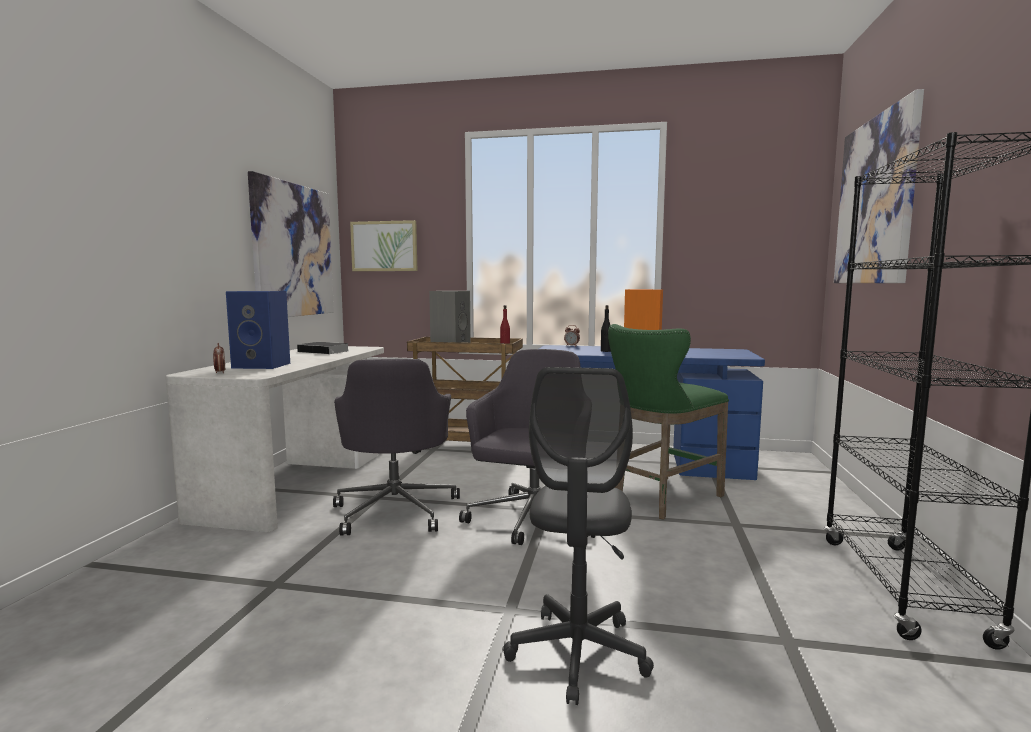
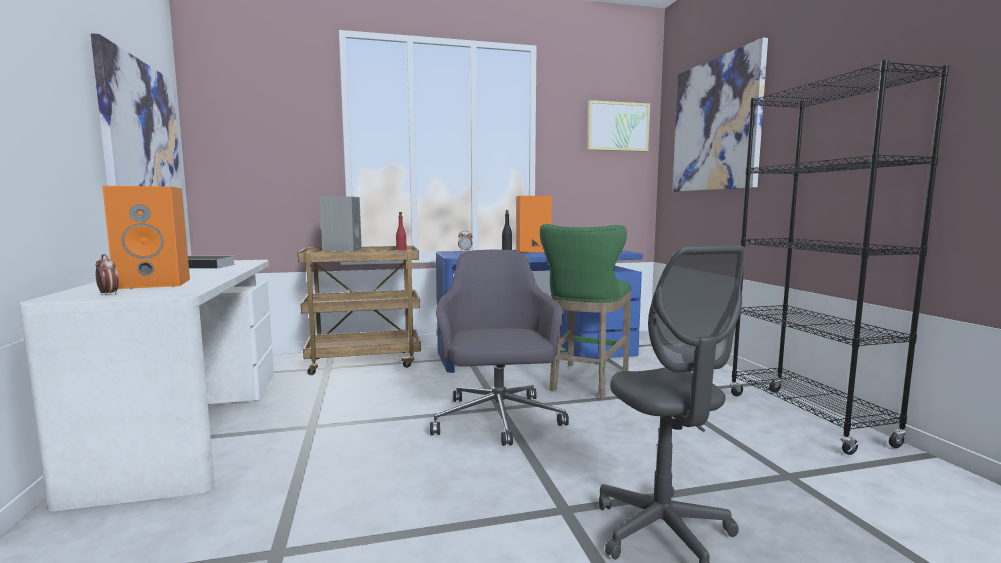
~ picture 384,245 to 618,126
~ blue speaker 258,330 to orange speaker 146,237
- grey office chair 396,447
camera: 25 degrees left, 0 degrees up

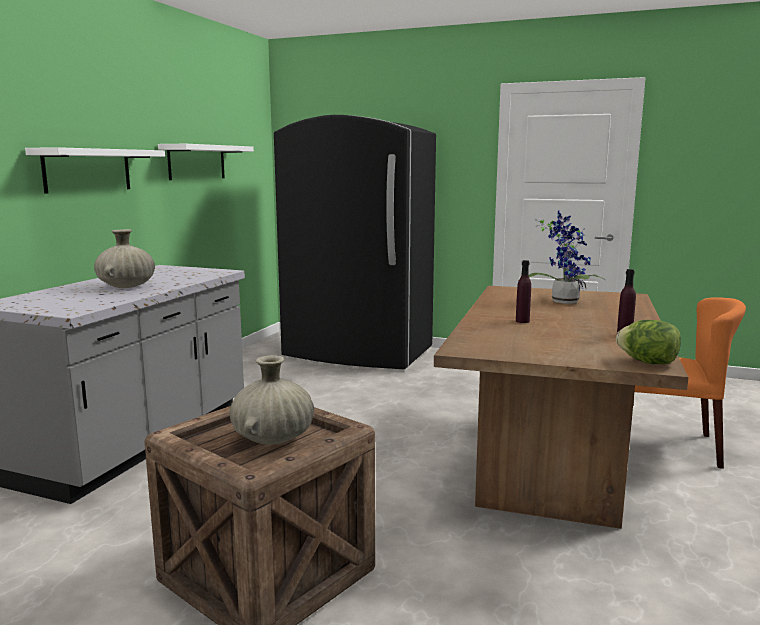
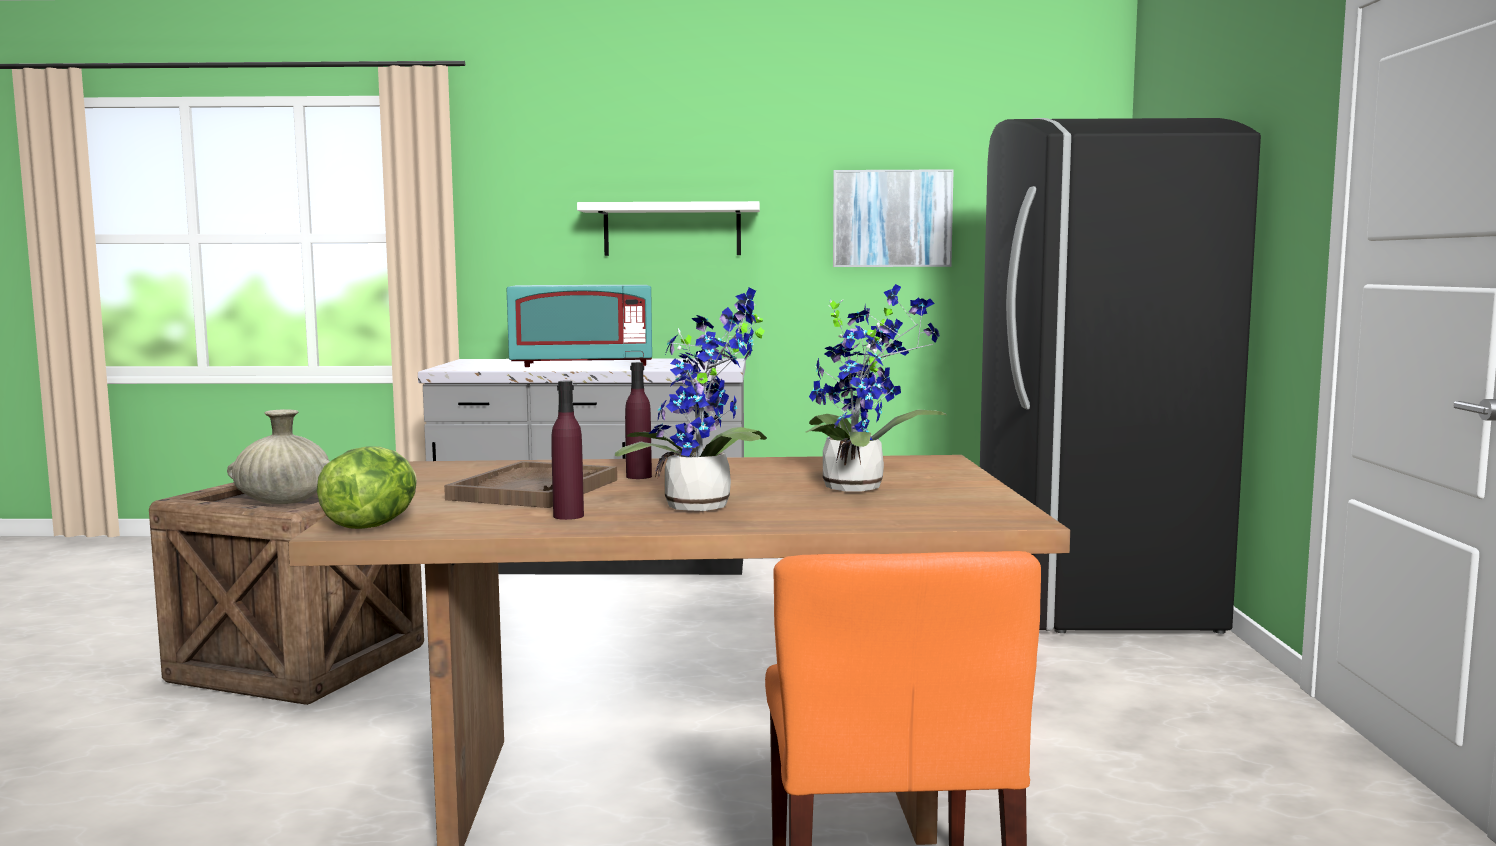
~ white shelf 206,162 to picture 893,218
~ beige vase 124,258 to turquoise microwave 579,326
+ potted plant 691,399
+ brown tray 530,484
camera: 70 degrees right, 5 degrees down

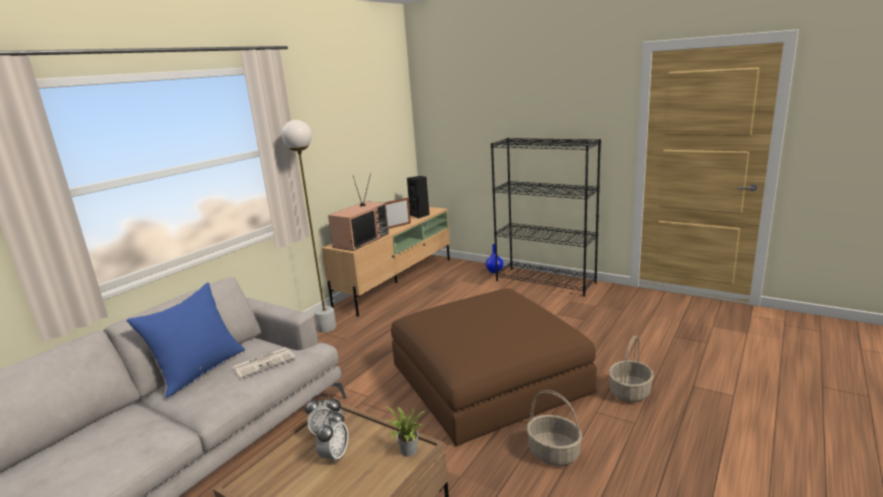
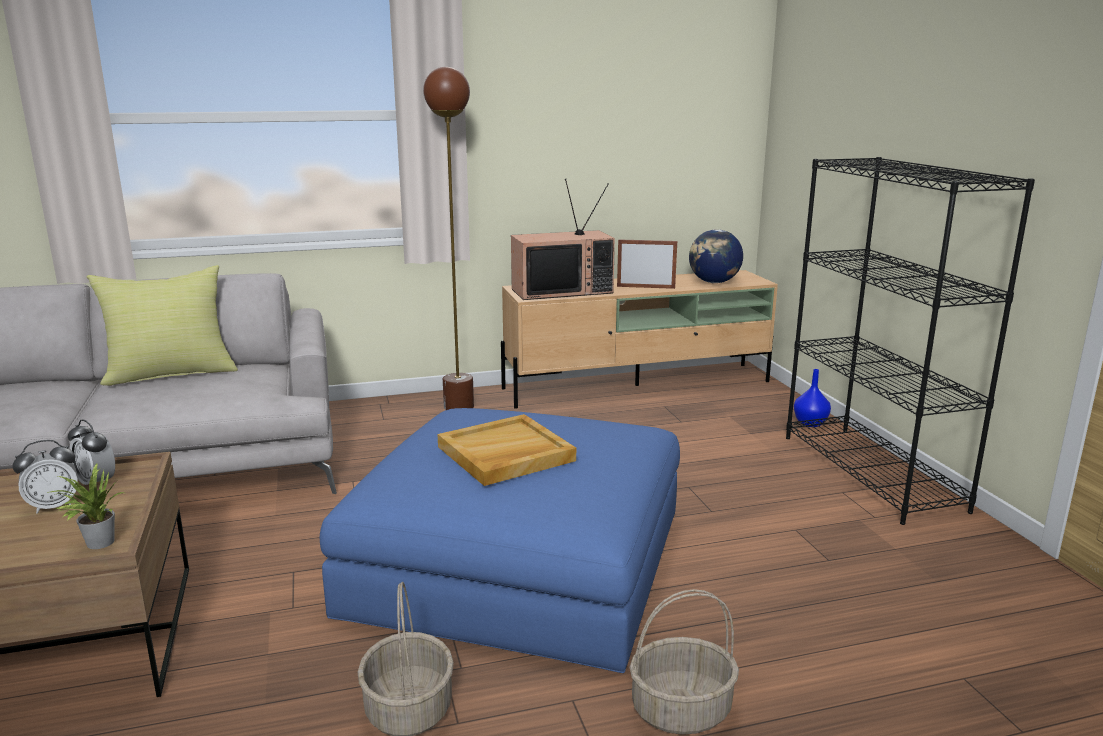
~ white floor lamp 308,226 to brown floor lamp 448,238
~ black speaker 418,197 to globe 716,256
~ blue pillow 185,340 to yellow pillow 162,325
~ brown ottoman 494,367 to blue ottoman 500,540
- newspaper 263,362
+ beige tray 506,450
camera: 40 degrees right, 0 degrees up

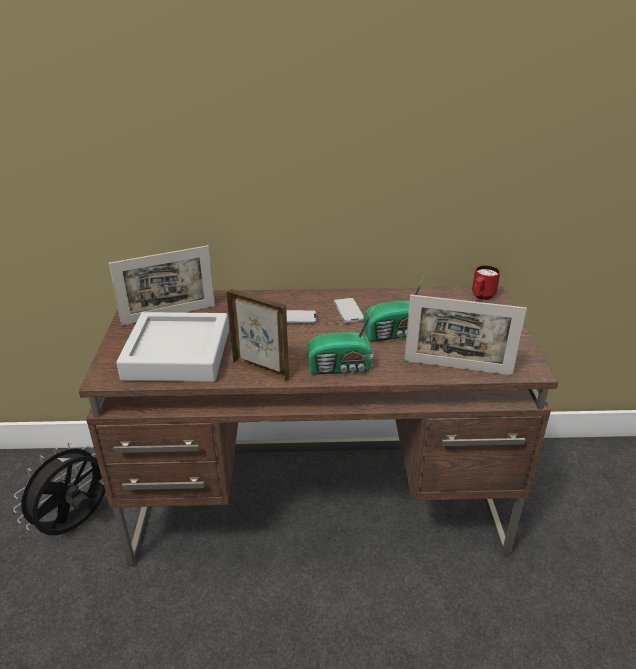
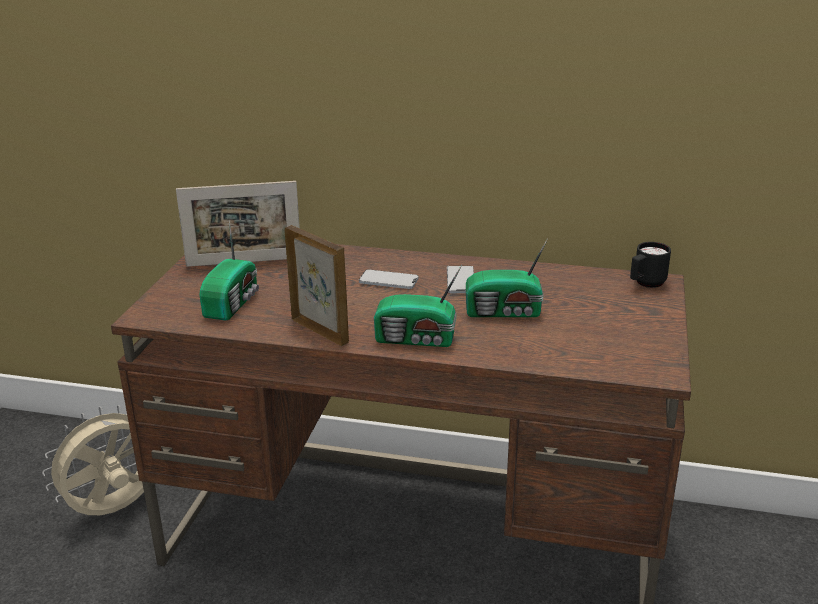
~ red mug 486,282 to black mug 650,265
- picture frame 465,335
~ grey tray 172,347 to radio 229,270
~ black fan 59,488 to beige fan 93,460
camera: 15 degrees right, 5 degrees down

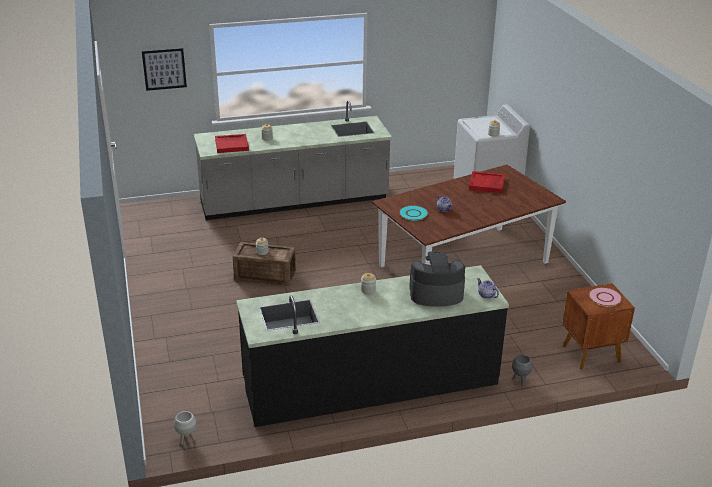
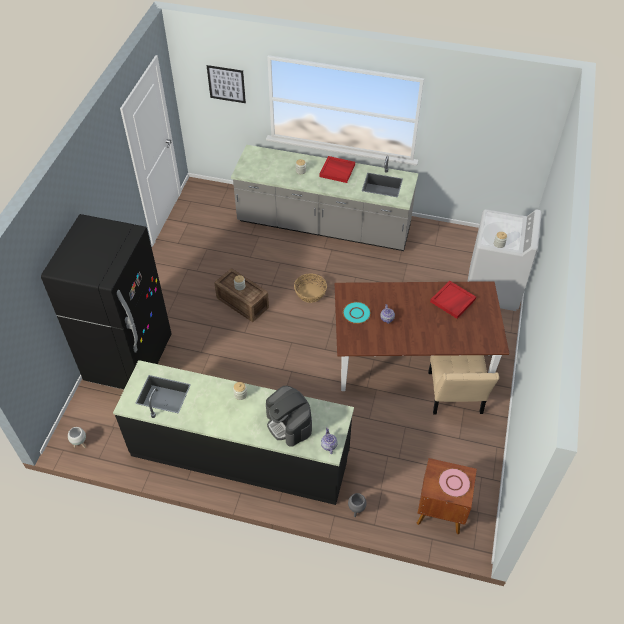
~ red tray 232,143 to 337,169
~ coffee machine 437,279 = 289,416 150 degrees counterclockwise
+ black fridge 106,302
+ basket 310,288
+ beige chair 463,384
camera: 30 degrees right, 20 degrees up

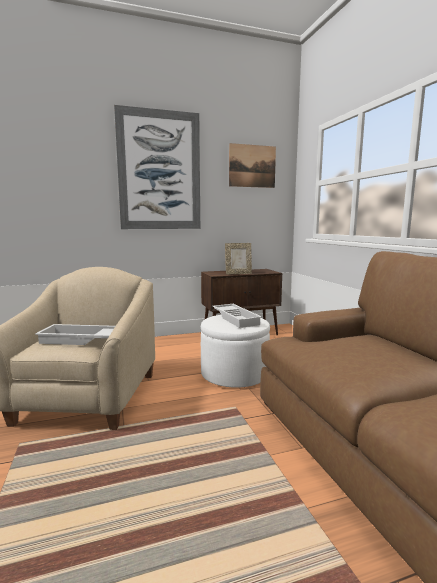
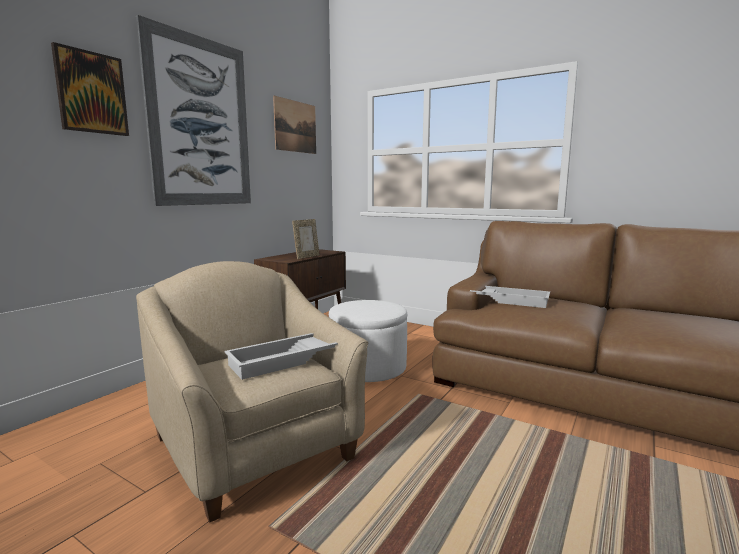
~ white tray 237,316 to 510,297
+ picture 90,89
camera: 40 degrees left, 0 degrees up

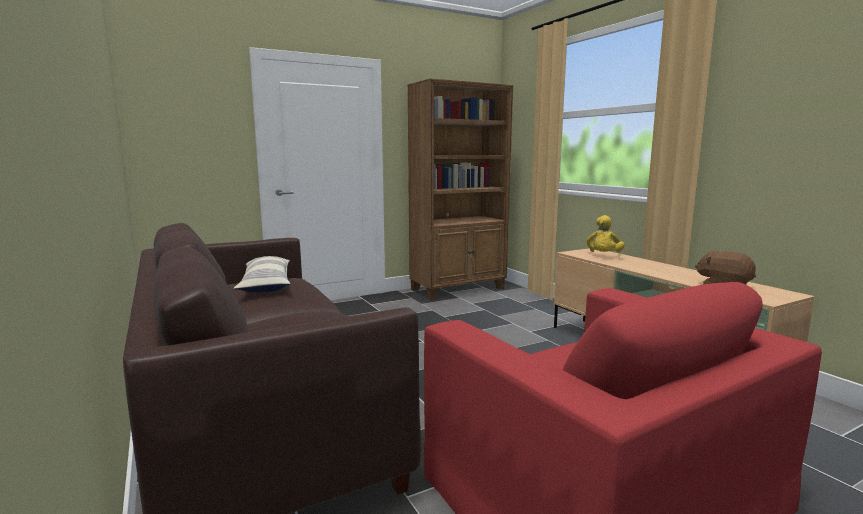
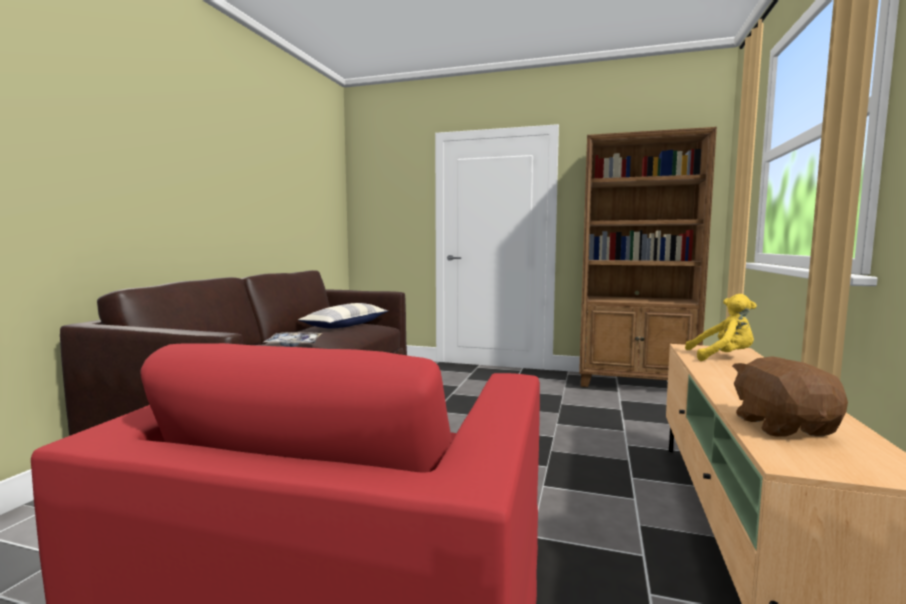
~ yellow plush toy 606,234 = 721,327 150 degrees counterclockwise
+ tray 293,339
camera: 45 degrees right, 5 degrees down

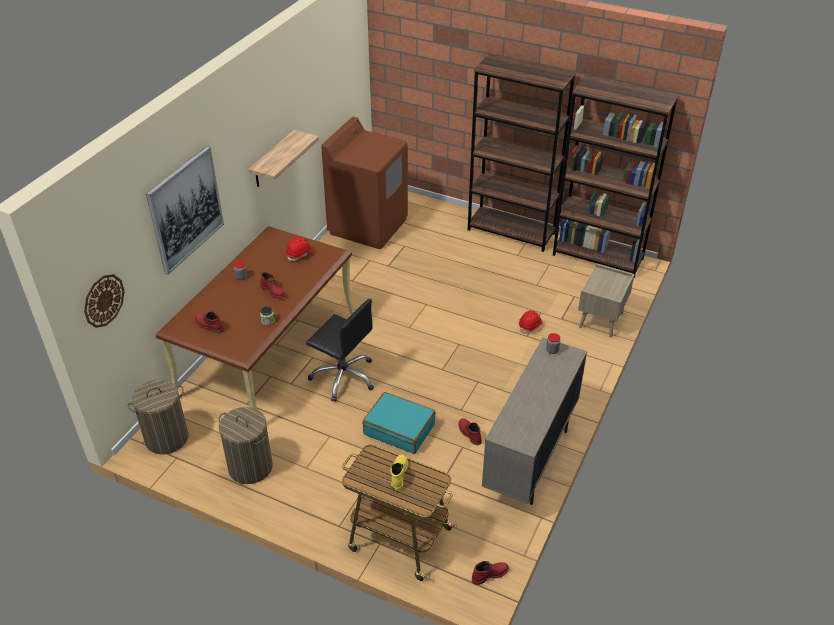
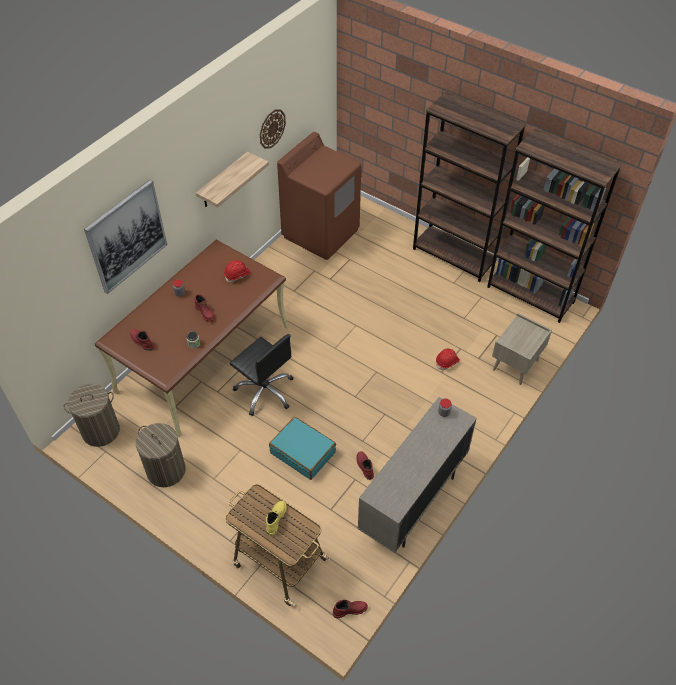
~ wall clock 104,301 to 273,129
camera: 10 degrees right, 10 degrees up

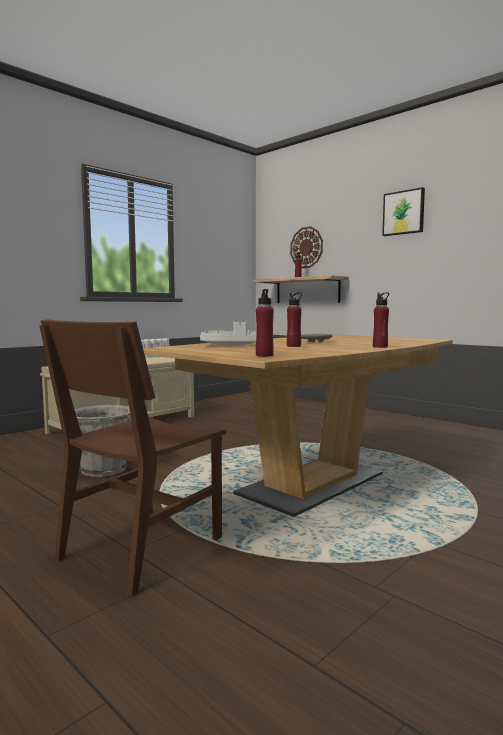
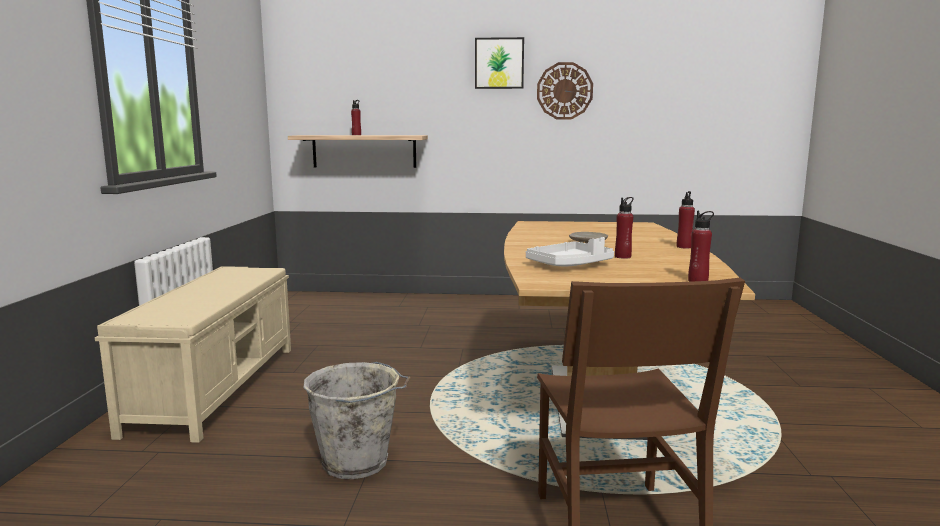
~ wall clock 306,247 to 565,91
camera: 40 degrees left, 5 degrees up

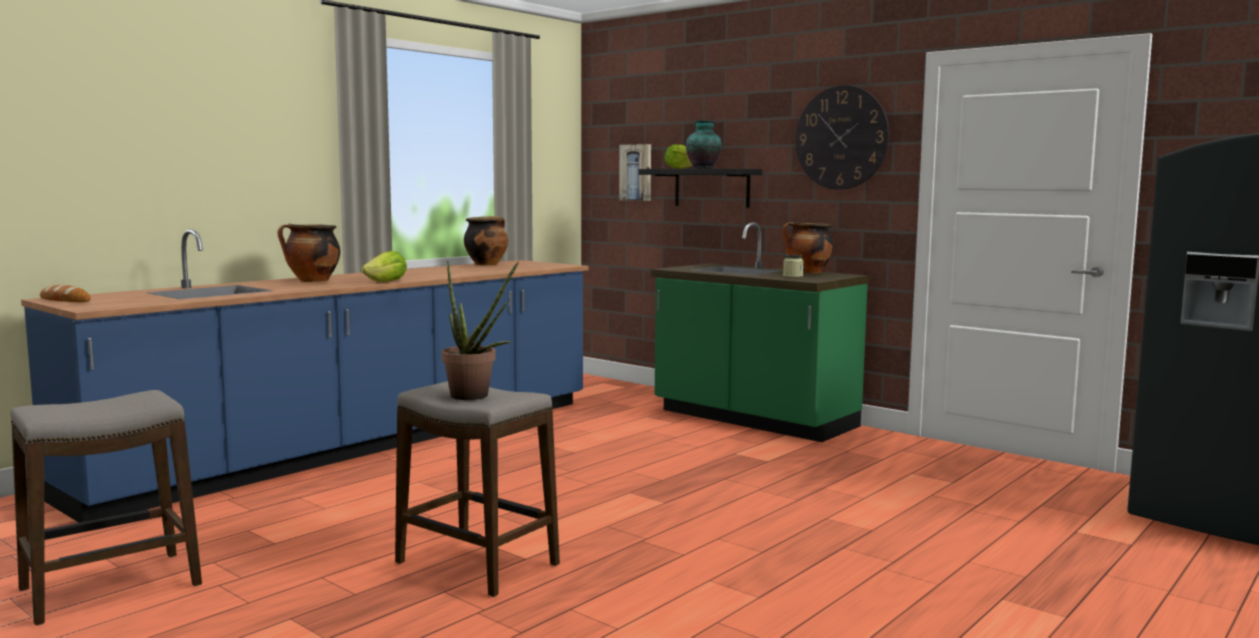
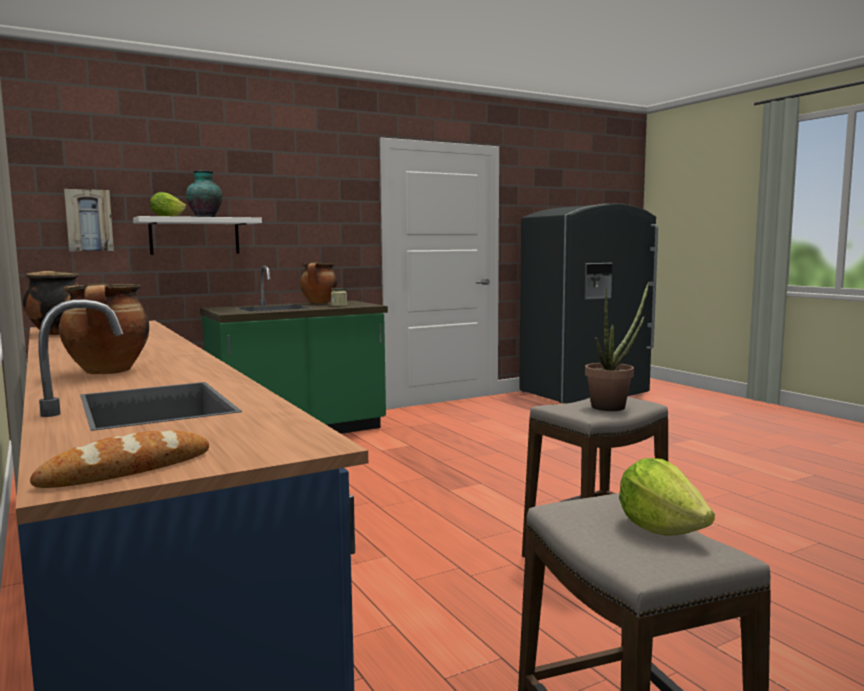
- wall clock 842,137
~ black shelf 700,188 to white shelf 197,235
~ lettuce 384,266 to 667,497
camera: 70 degrees left, 0 degrees up

